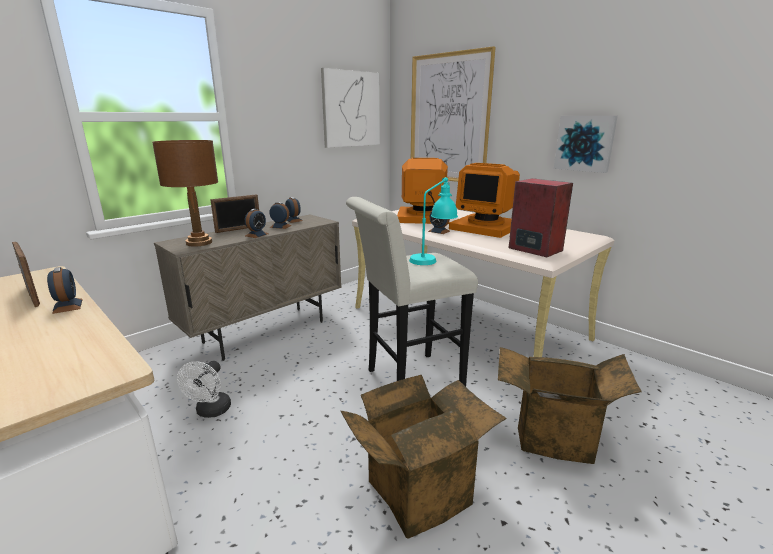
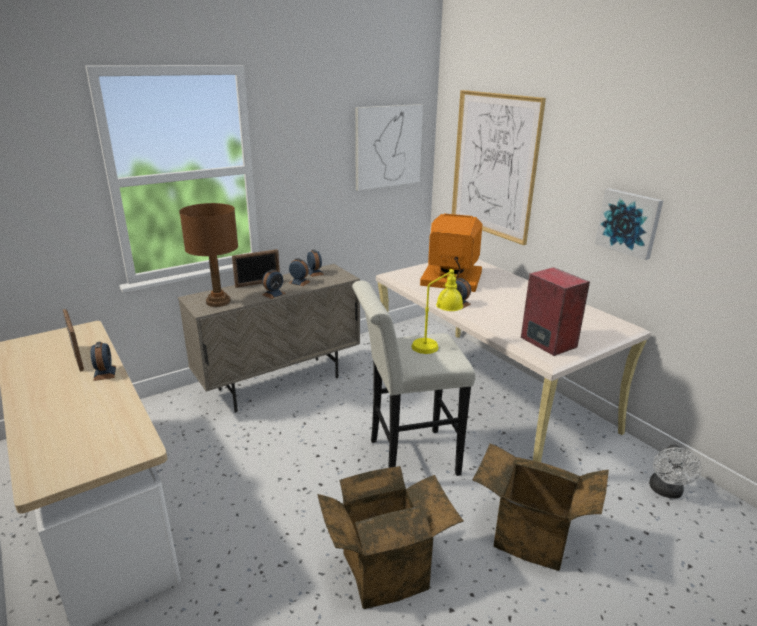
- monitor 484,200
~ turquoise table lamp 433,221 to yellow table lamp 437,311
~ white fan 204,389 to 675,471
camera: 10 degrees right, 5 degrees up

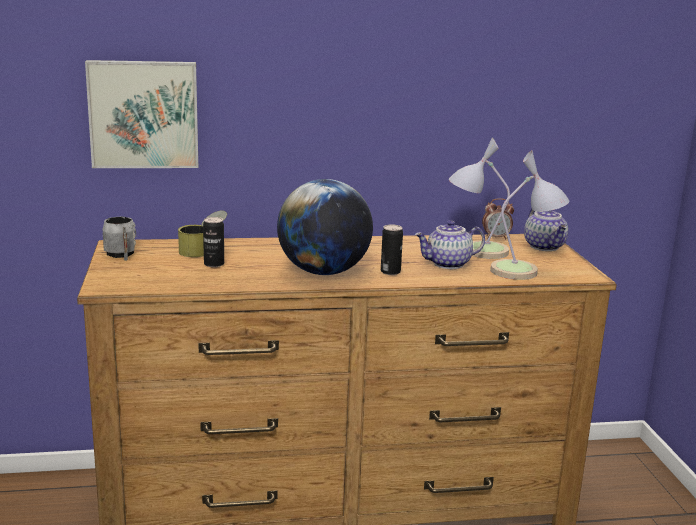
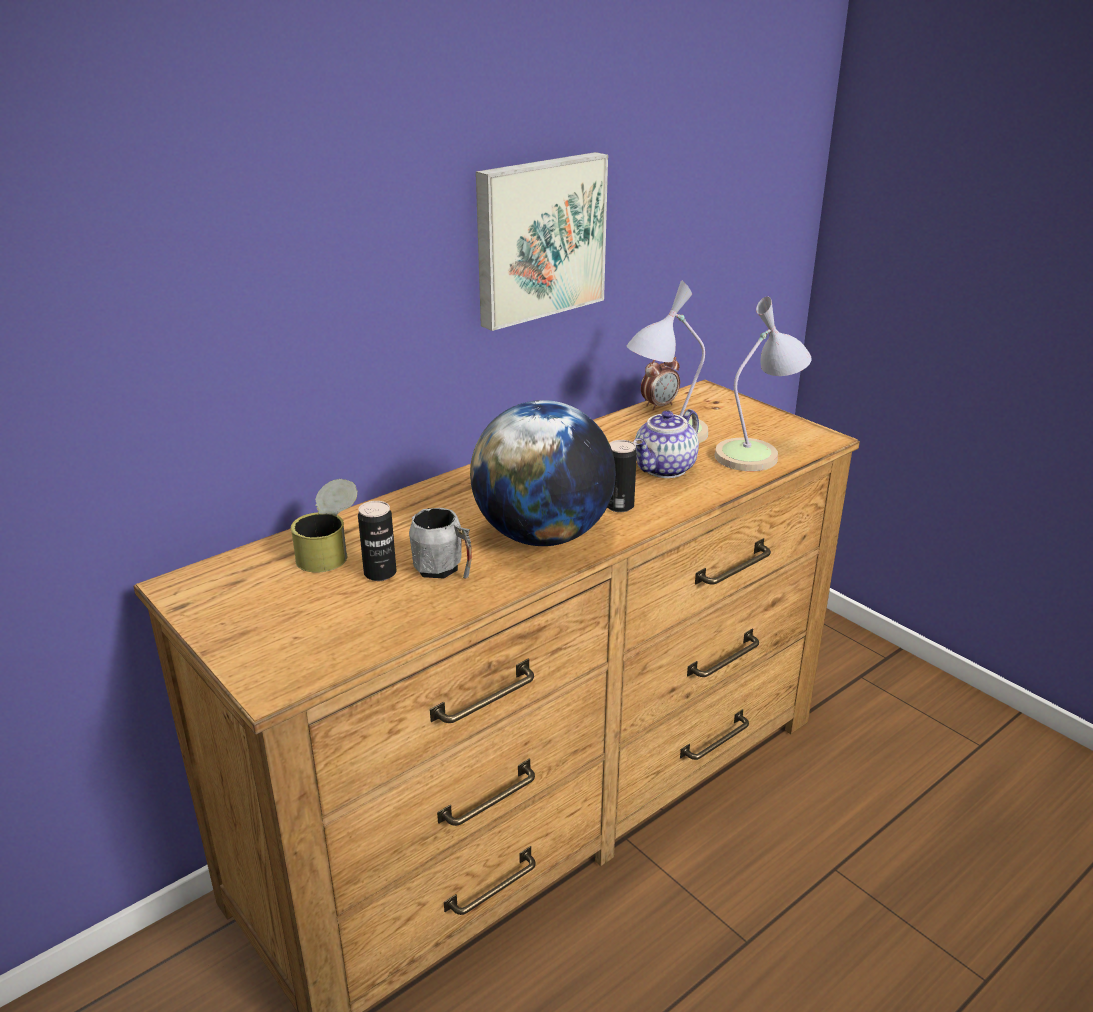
~ picture 141,114 to 542,241
- teapot 546,229
~ grey mug 120,239 to 440,543
camera: 30 degrees left, 10 degrees up

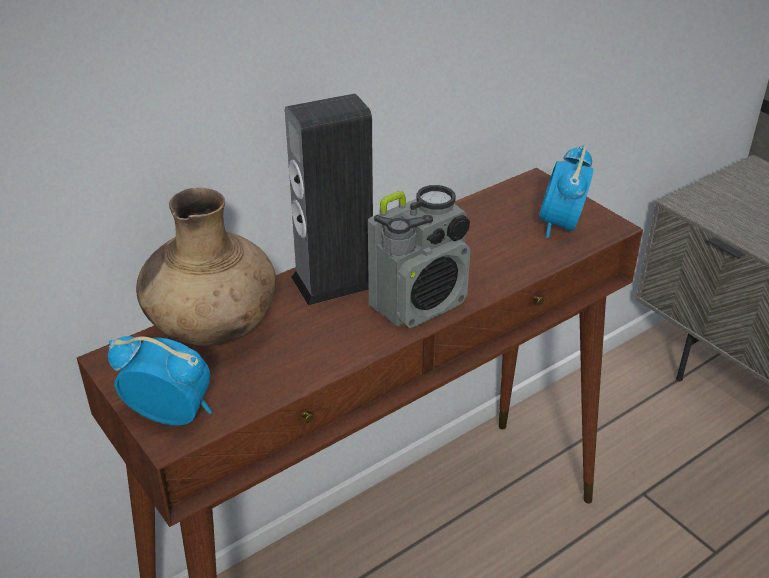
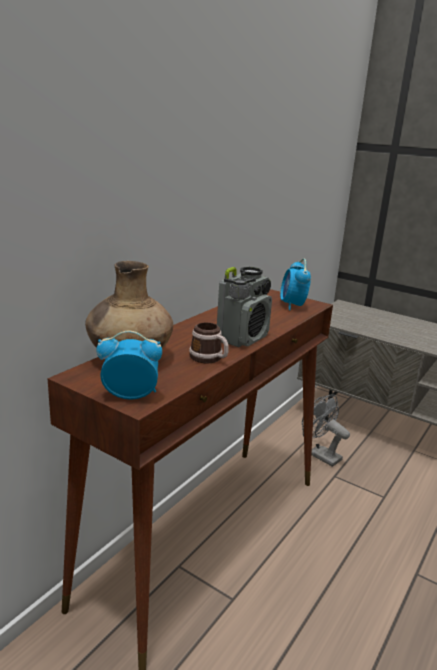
- speaker 329,199
+ mug 209,342
+ grey fan 326,430
camera: 20 degrees left, 15 degrees down

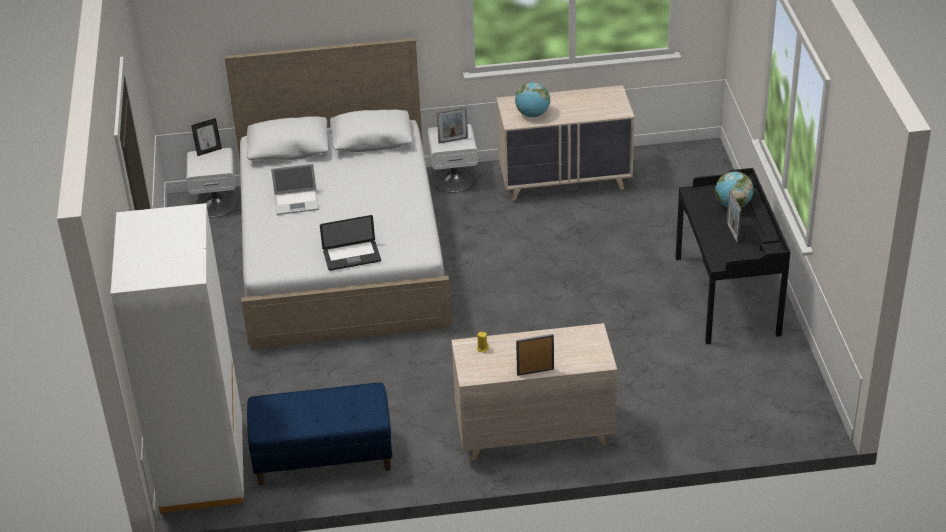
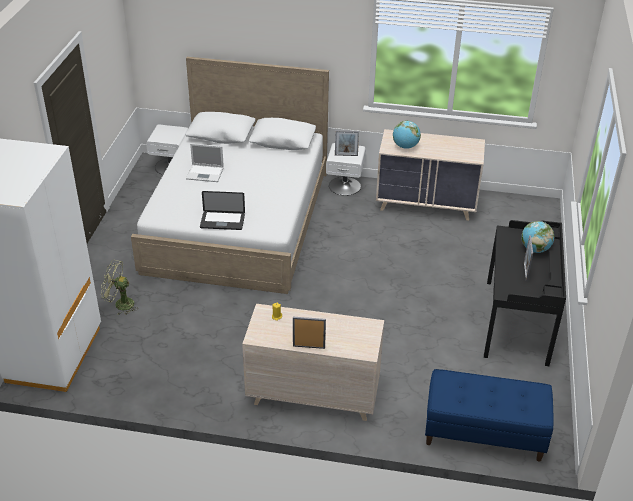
- picture frame 206,137
~ blue bench 319,434 to 489,415
+ green fan 119,287
camera: 15 degrees right, 0 degrees up

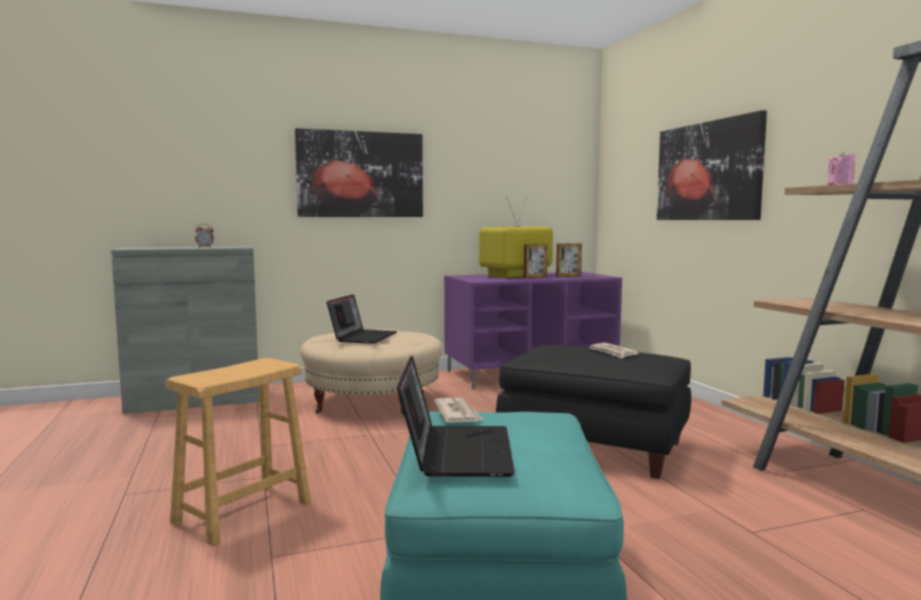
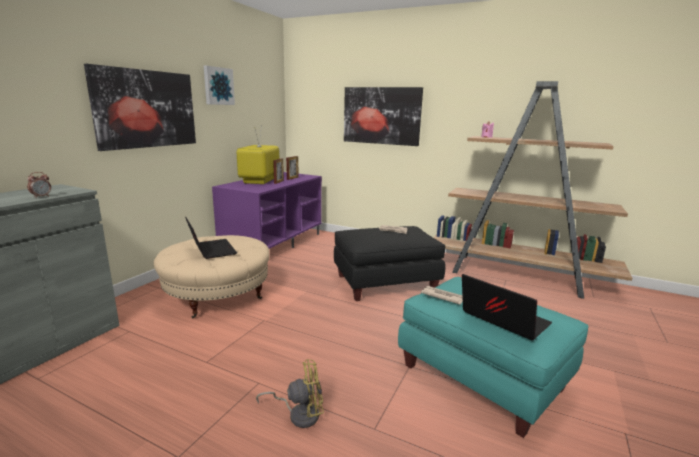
~ brown stool 238,452 to yellow fan 290,393
+ picture 219,85
camera: 45 degrees left, 10 degrees up

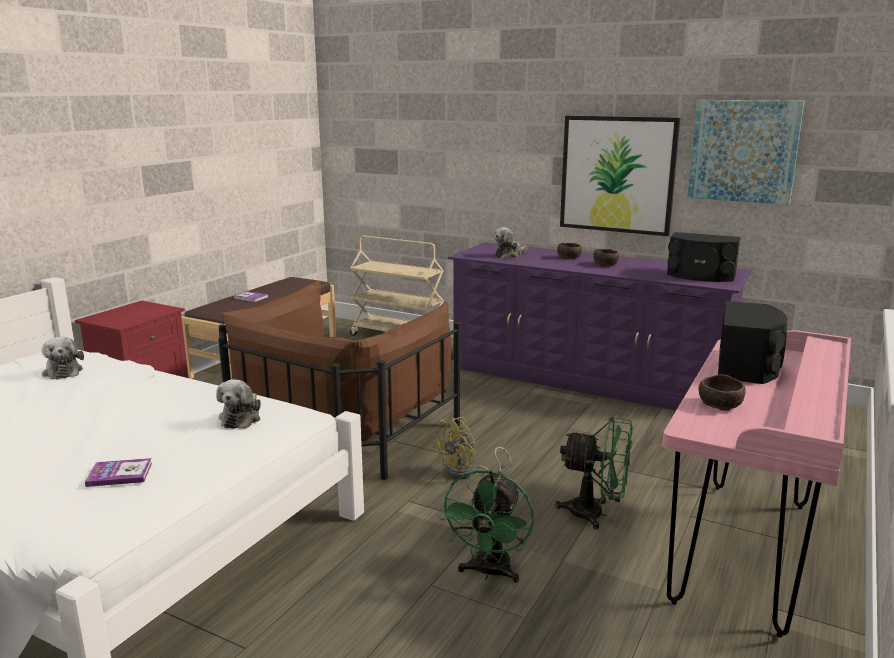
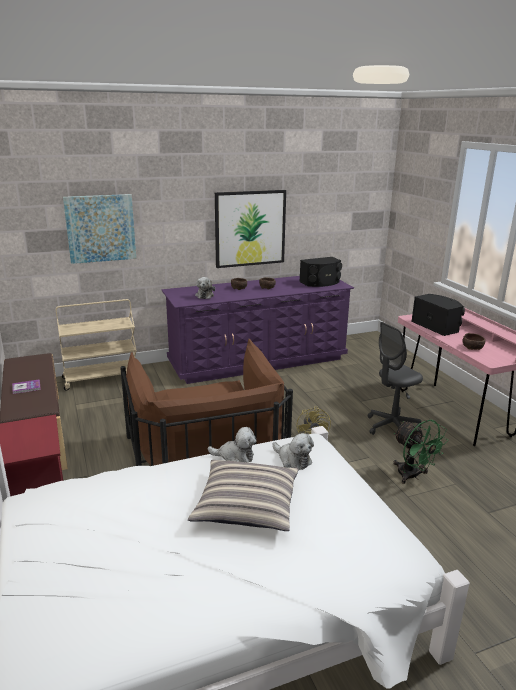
~ picture 745,152 to 99,229
~ plush toy 63,358 to 232,445
~ green fan 594,473 to grey office chair 395,378
- book 118,472
+ pillow 243,495
camera: 50 degrees left, 5 degrees up

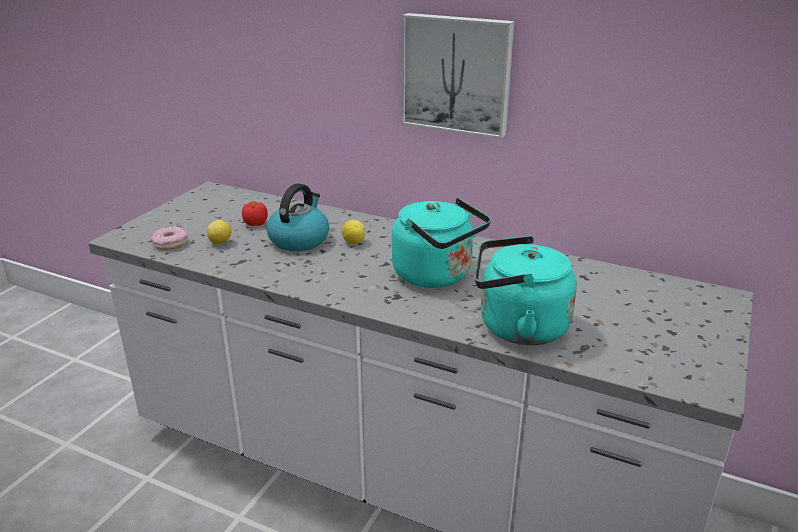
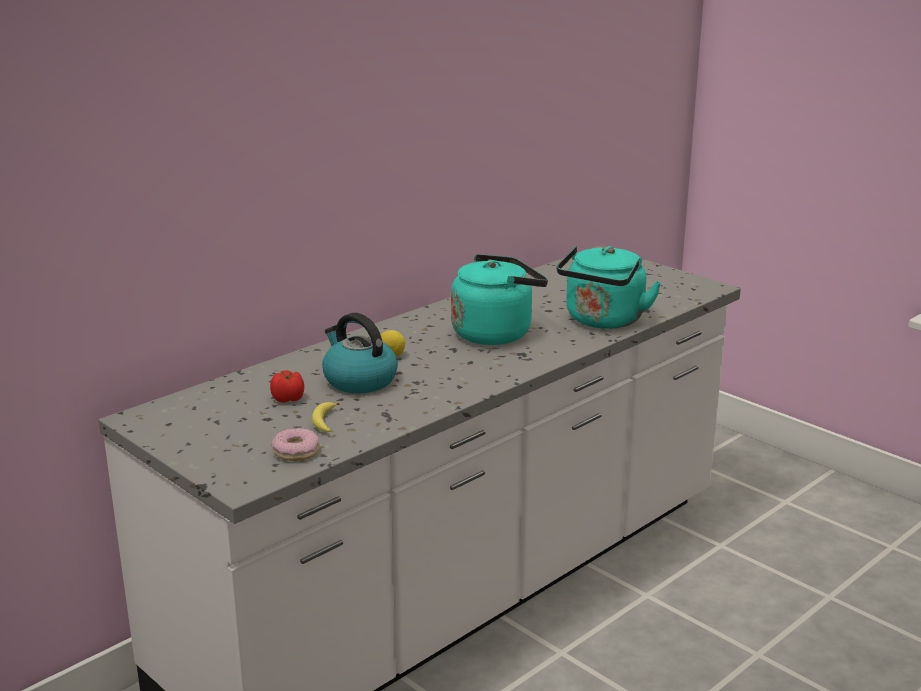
- picture 458,76
~ lemon 219,232 to banana 326,417
camera: 70 degrees left, 5 degrees down

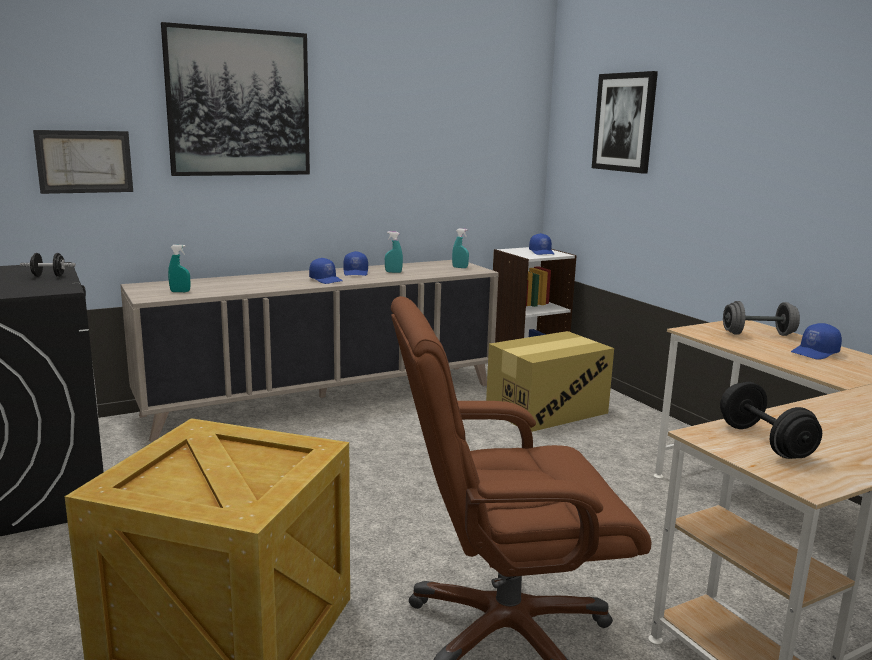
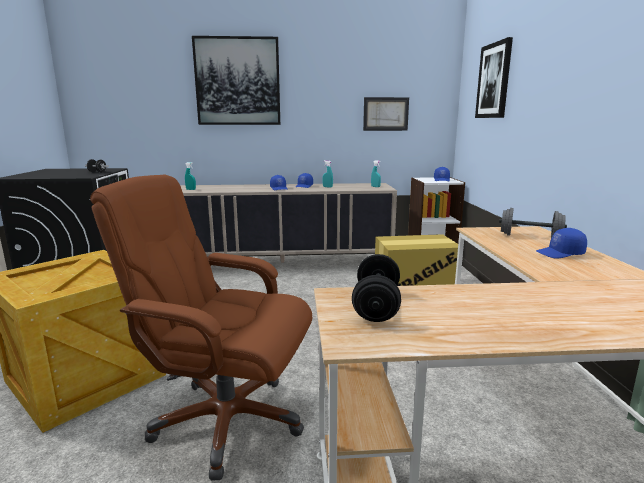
~ picture 83,162 to 386,114
camera: 25 degrees right, 0 degrees up

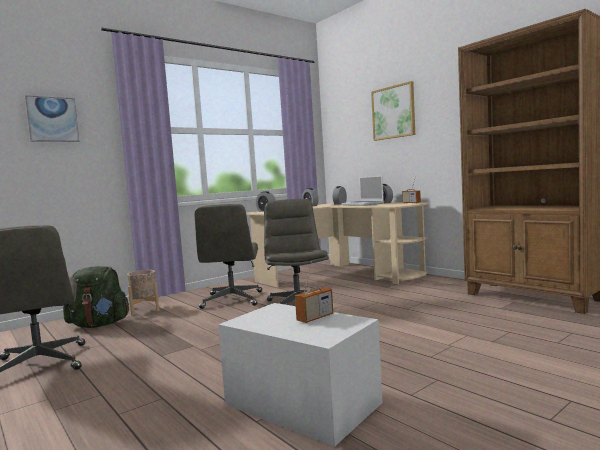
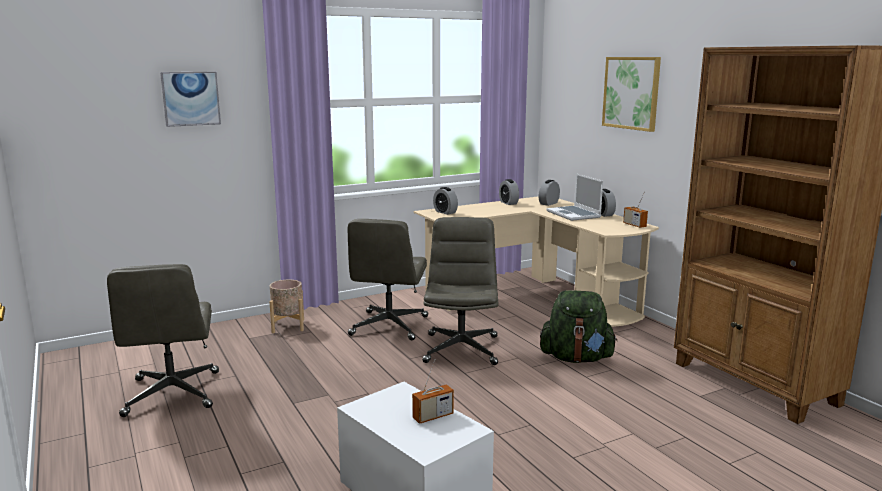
~ green backpack 96,297 to 578,326
camera: 10 degrees right, 10 degrees up

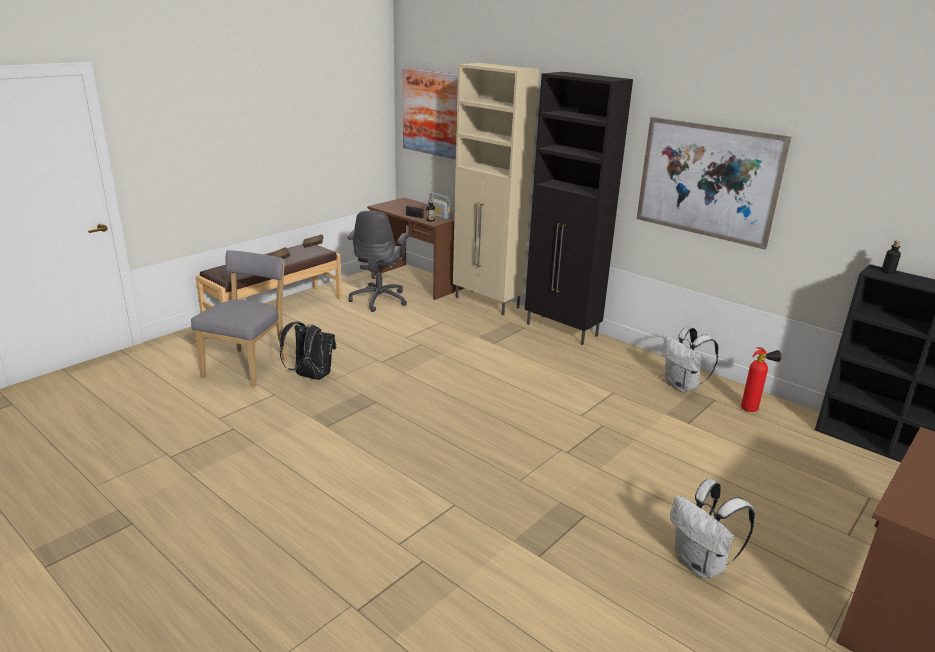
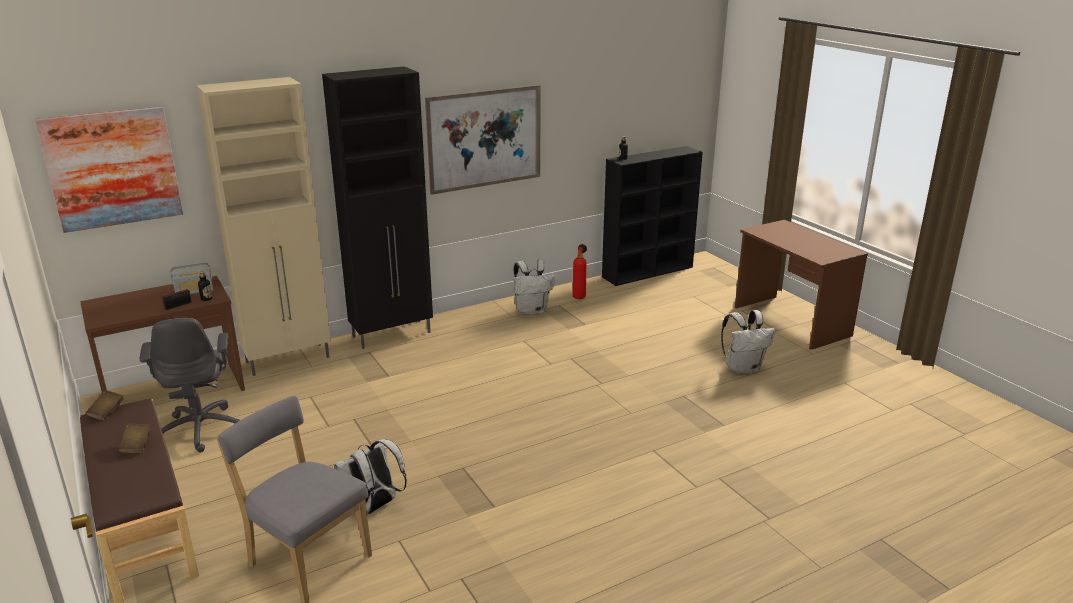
~ grey office chair 378,261 = 190,385 45 degrees clockwise
~ black backpack 308,350 to white backpack 370,477
camera: 70 degrees left, 0 degrees up

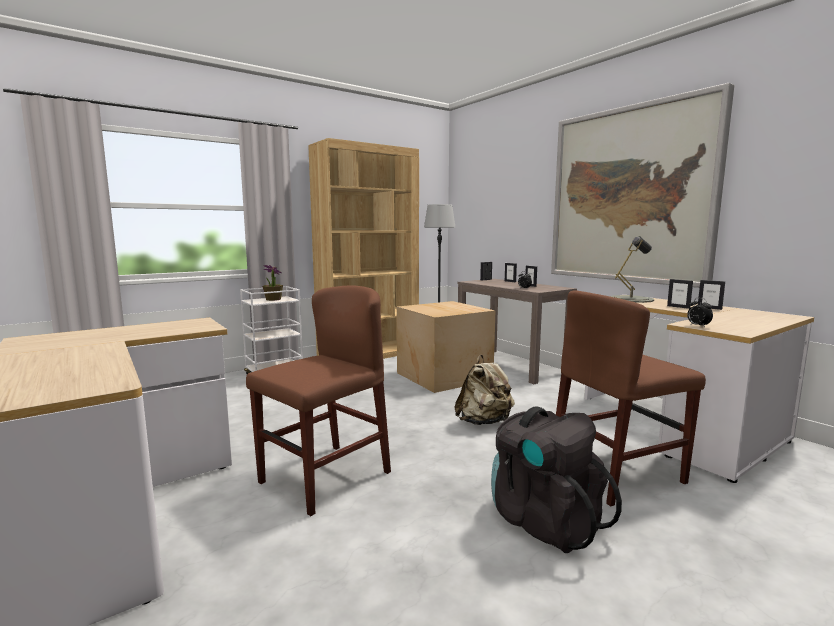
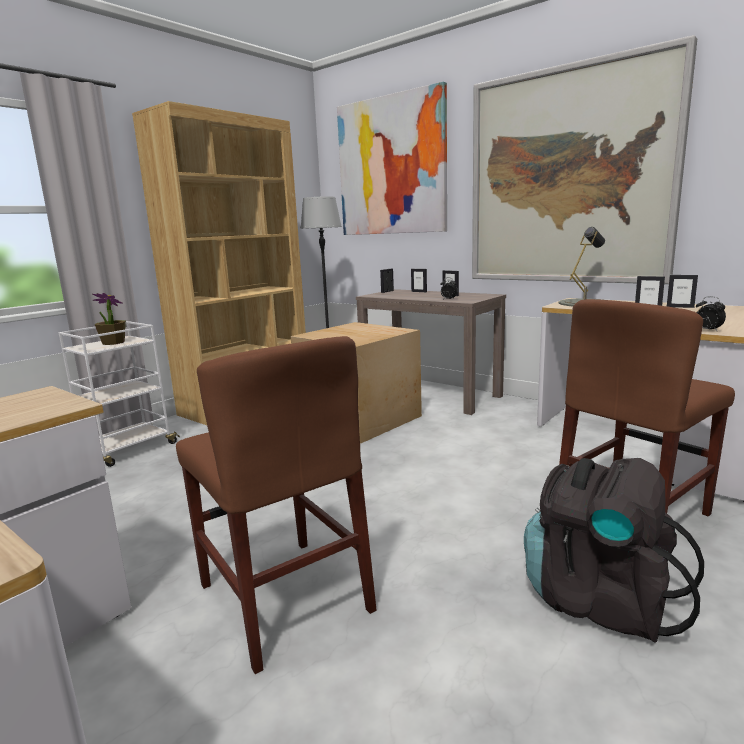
~ brown chair 318,400 = 276,505 120 degrees clockwise
- beige backpack 484,390
+ picture 392,158
camera: 15 degrees left, 5 degrees up

